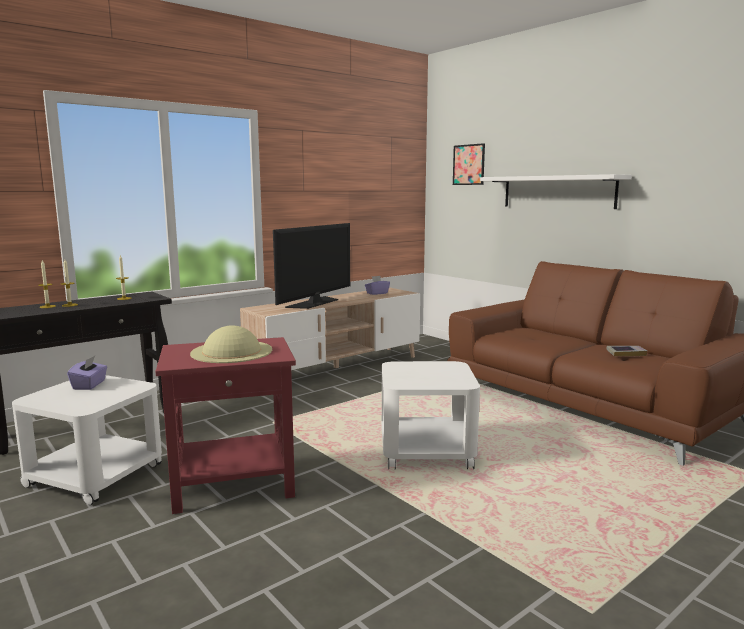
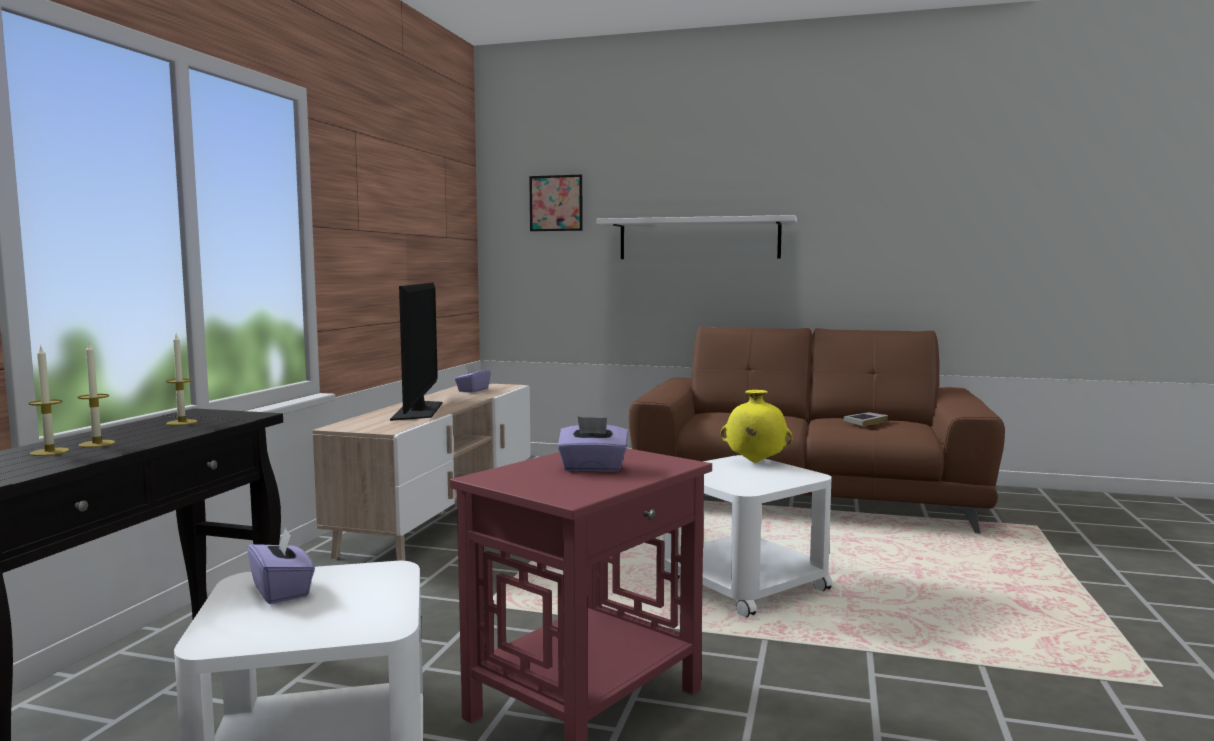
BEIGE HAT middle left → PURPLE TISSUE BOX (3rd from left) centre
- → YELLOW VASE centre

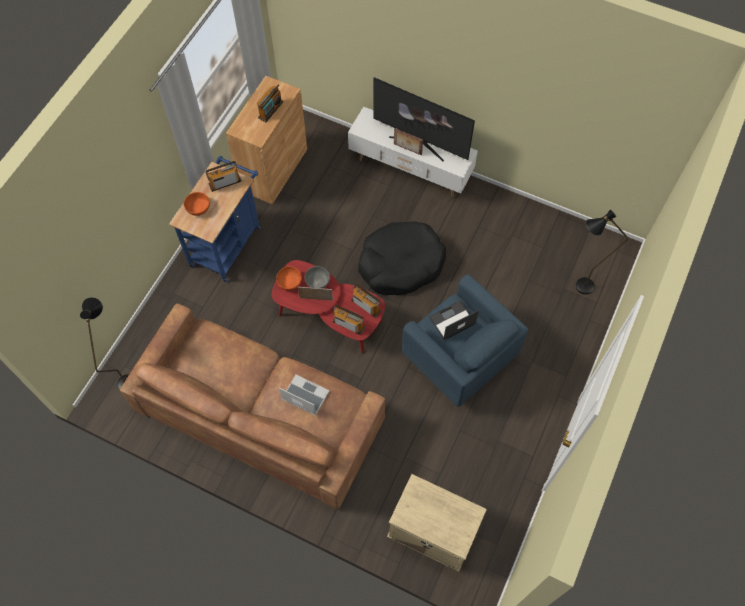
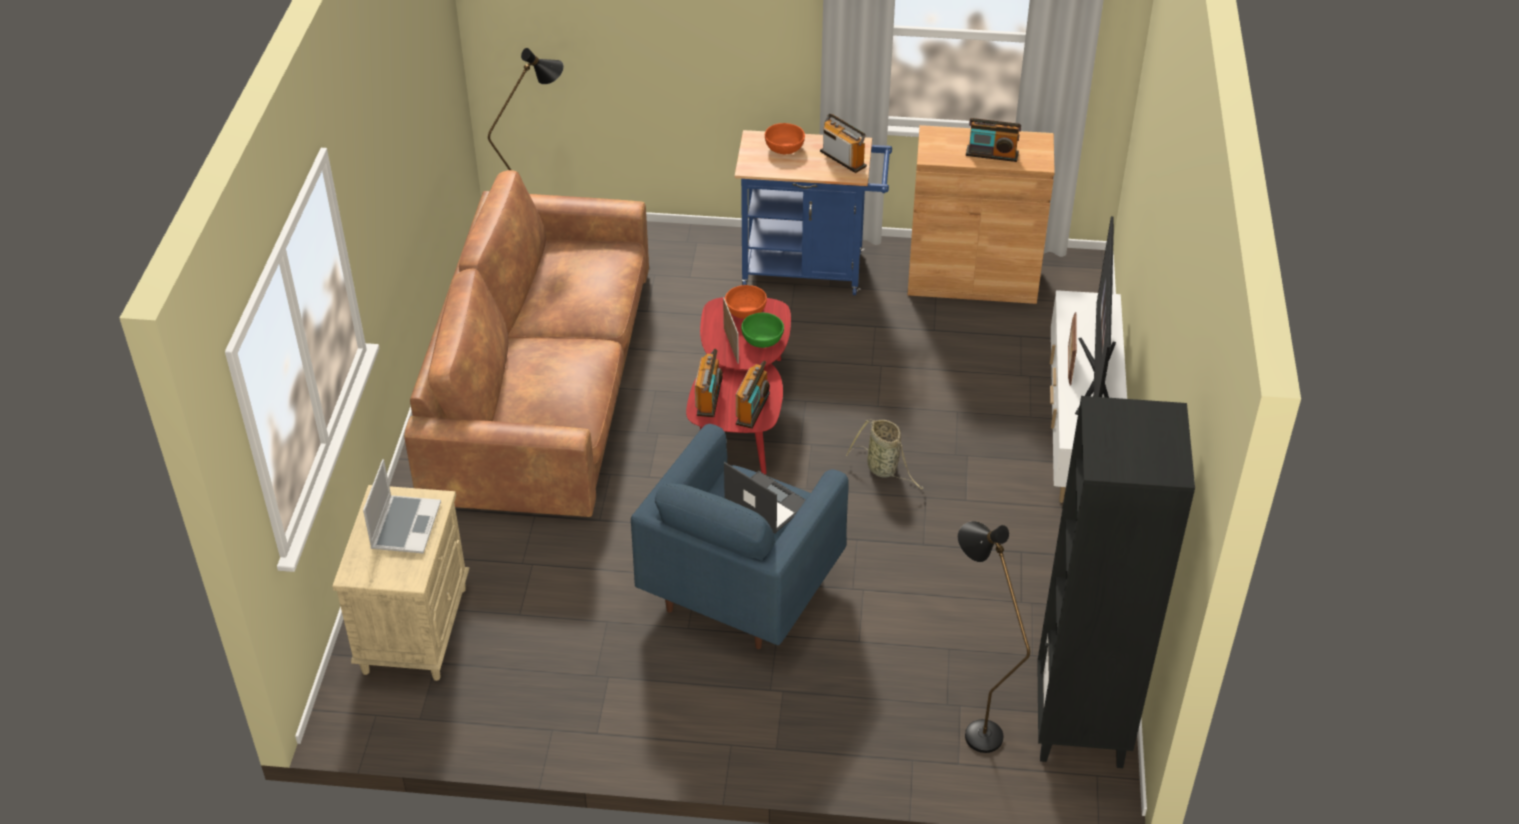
LAPTOP (1st from left) centre → LAPTOP (1st from left) middle left, move
GREY BOWL centre → GREEN BOWL centre
BLACK DOG BED centre → BASKET centre
- → BLACK BOOKCASE bottom right

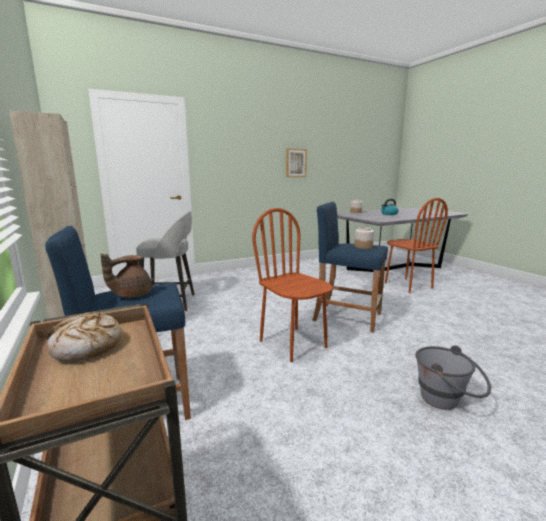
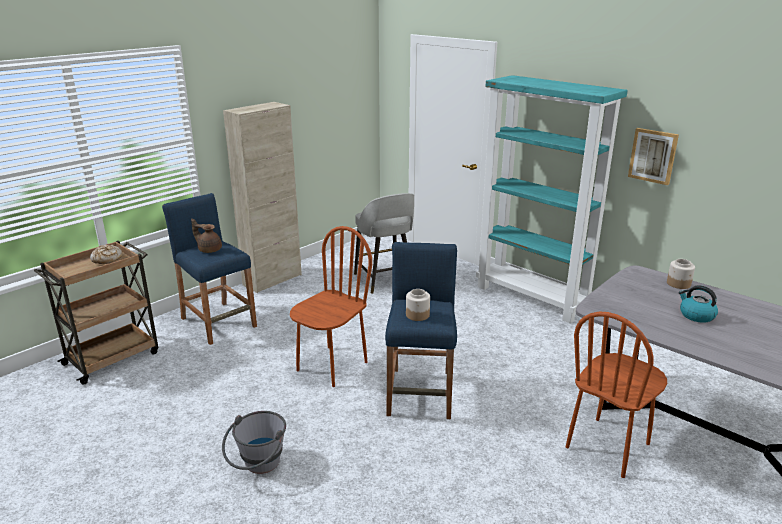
- → TURQUOISE BOOKCASE middle right

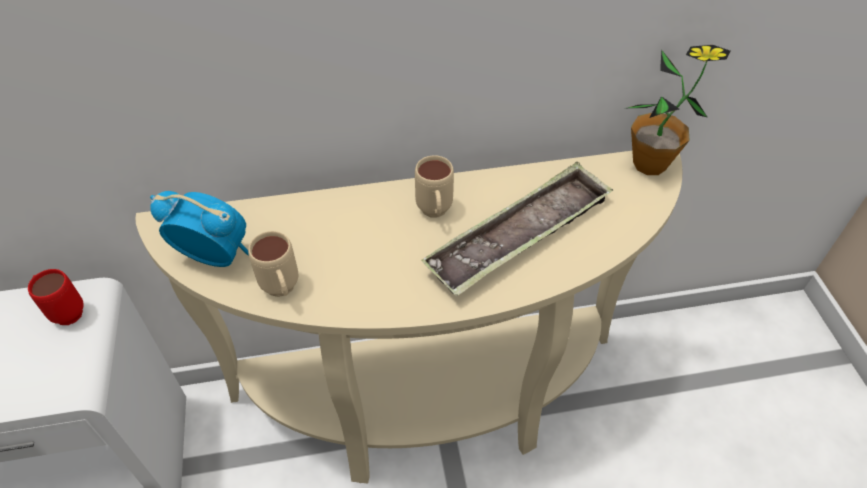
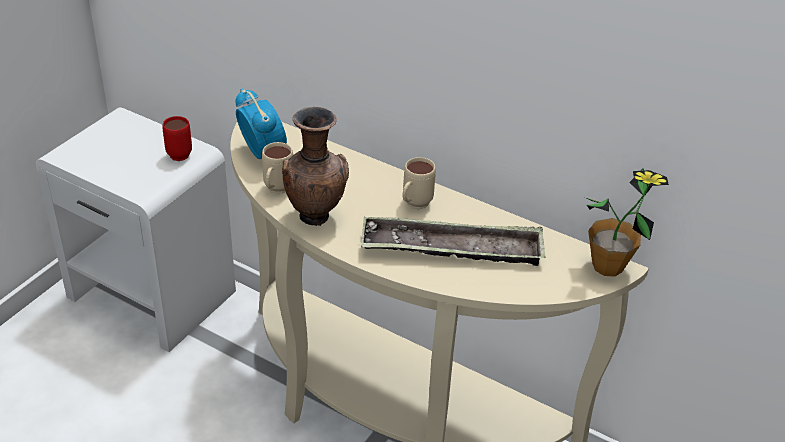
- → BROWN VASE centre

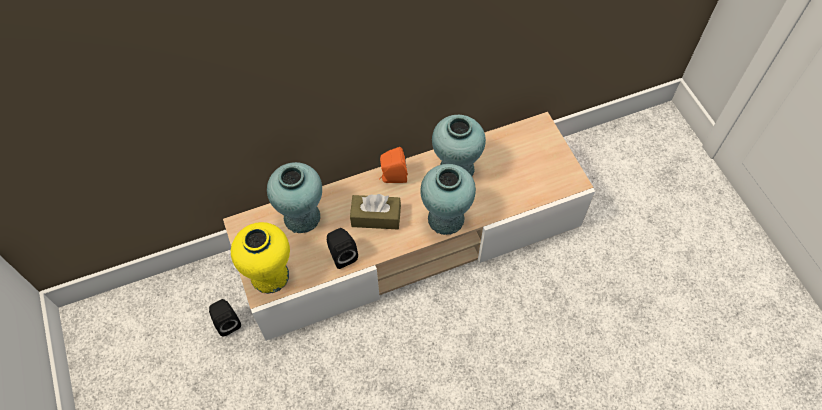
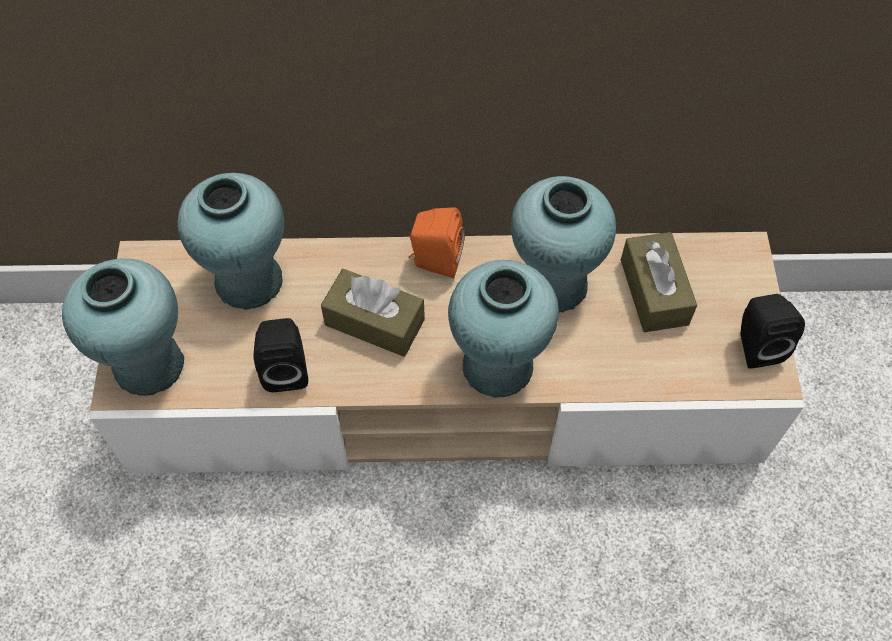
BLACK SPEAKER (1st from left in the first image) bottom left → BLACK SPEAKER (2nd from left) middle right, move
YELLOW VASE middle left → TURQUOISE VASE (1st from left) middle left
- → BROWN TISSUE BOX (2nd from left) middle right

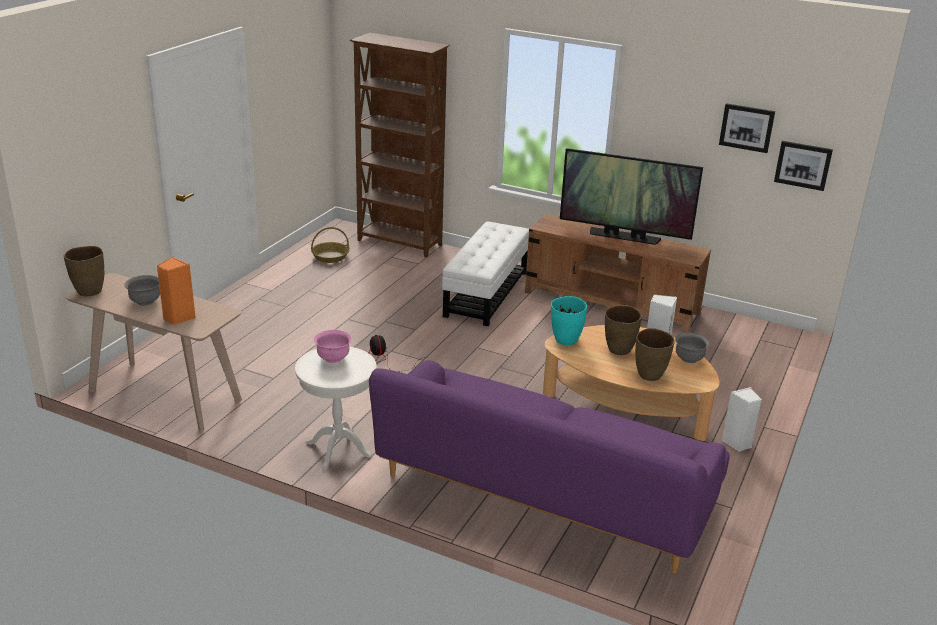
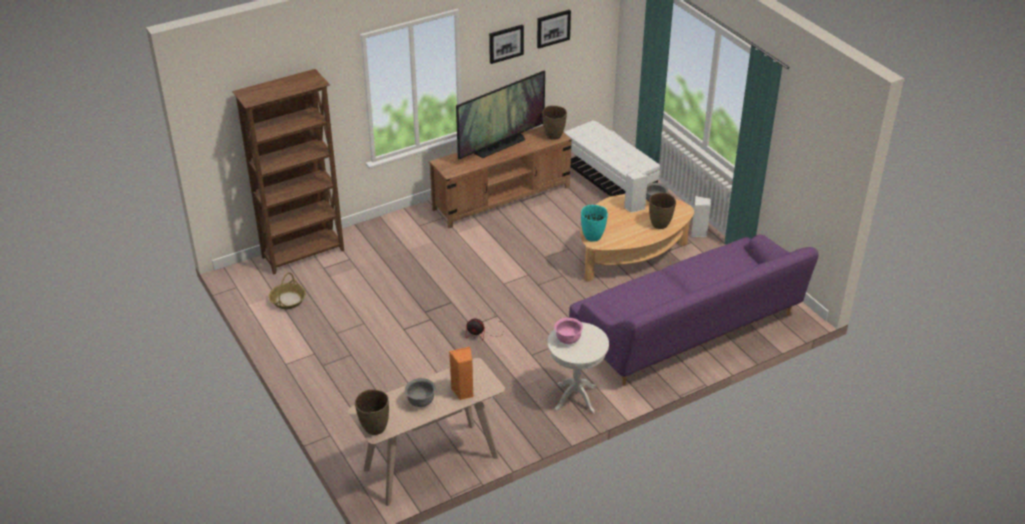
WHITE OTTOMAN centre → WHITE OTTOMAN top centre, move
BROWN VASE (2nd from left) centre → BROWN VASE (2nd from left) top centre, move
PICTURE (2nd from left in the first image) top right → PICTURE (1st from left) top centre, move

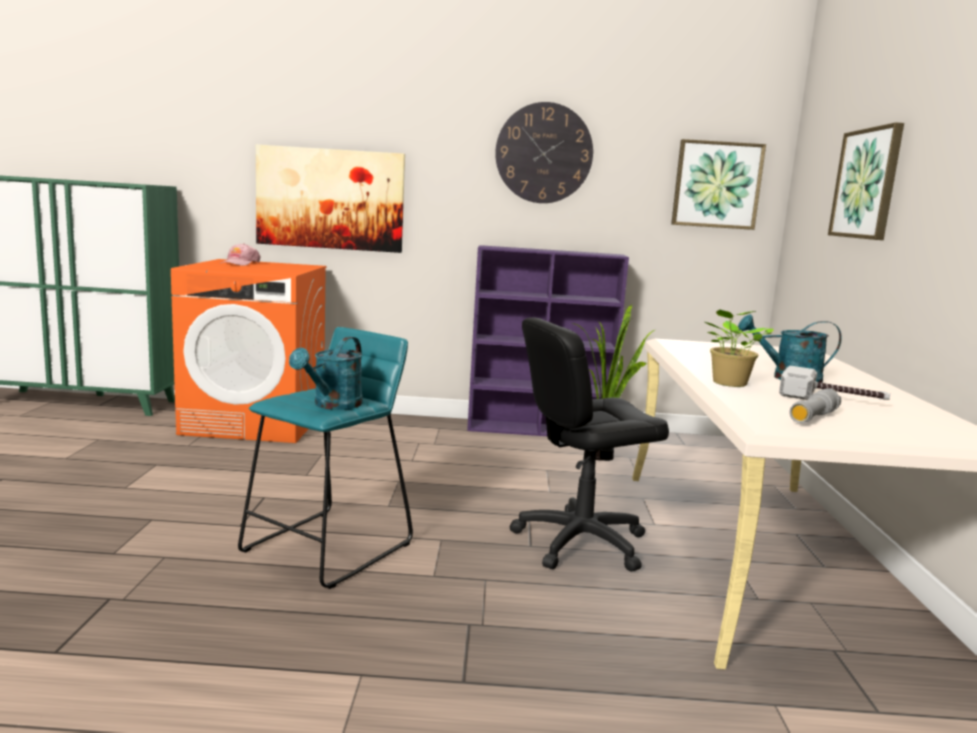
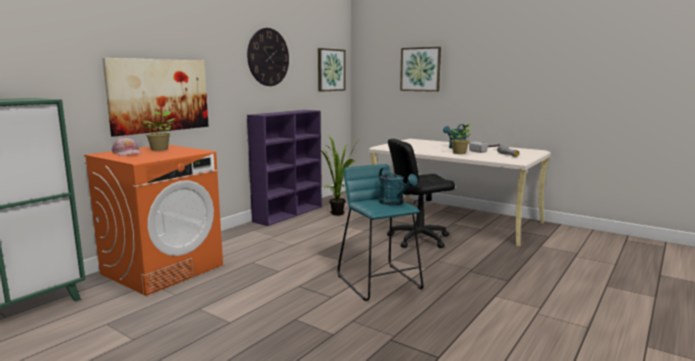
BLACK OFFICE CHAIR centre, 60 degrees clockwise
- → POTTED PLANT (1st from left) middle left

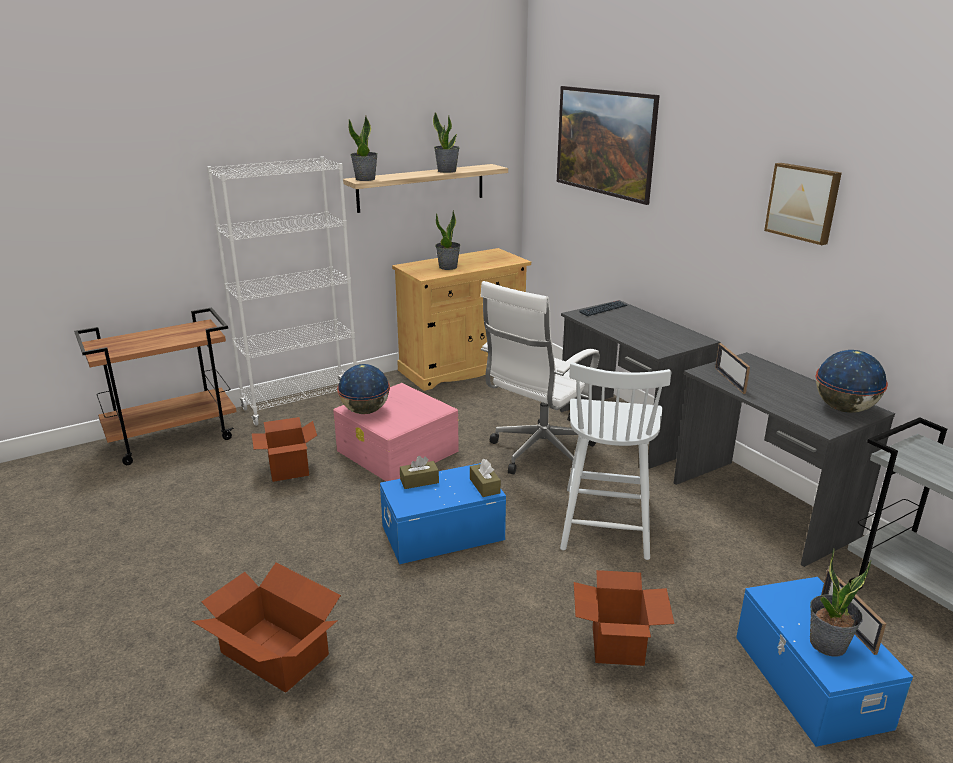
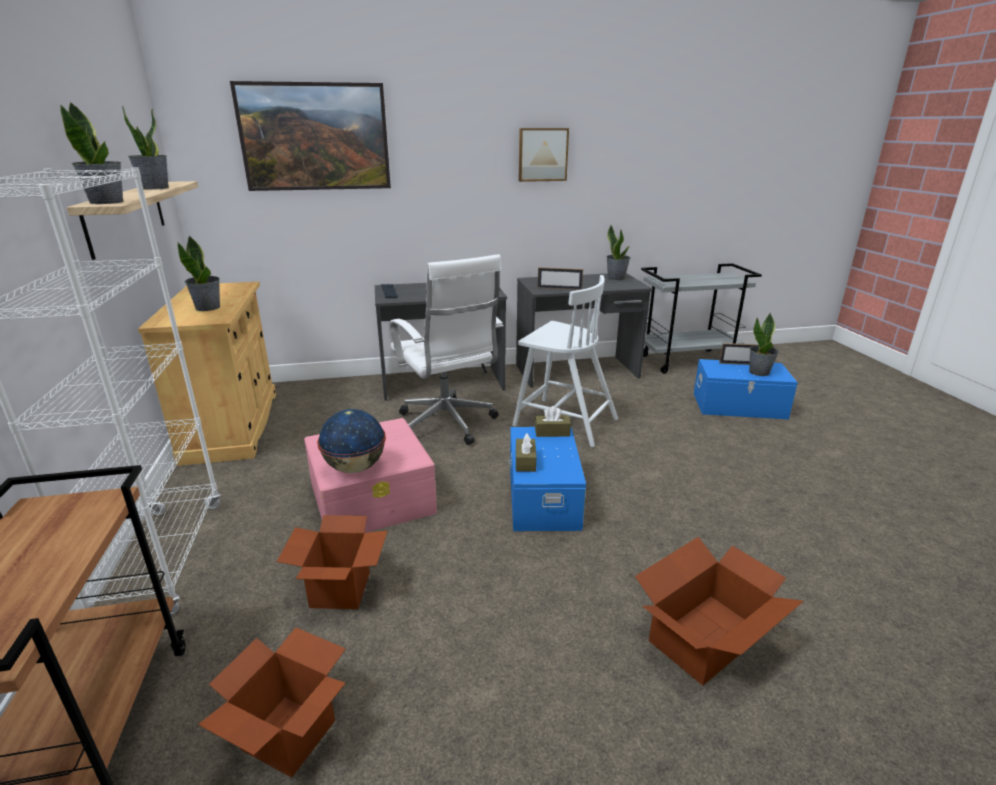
CARDBOARD BOX (3rd from left in the first image) bottom centre → CARDBOARD BOX (1st from left) bottom left, move
GLOBE (2nd from left) middle right → POTTED PLANT (4th from left) top centre

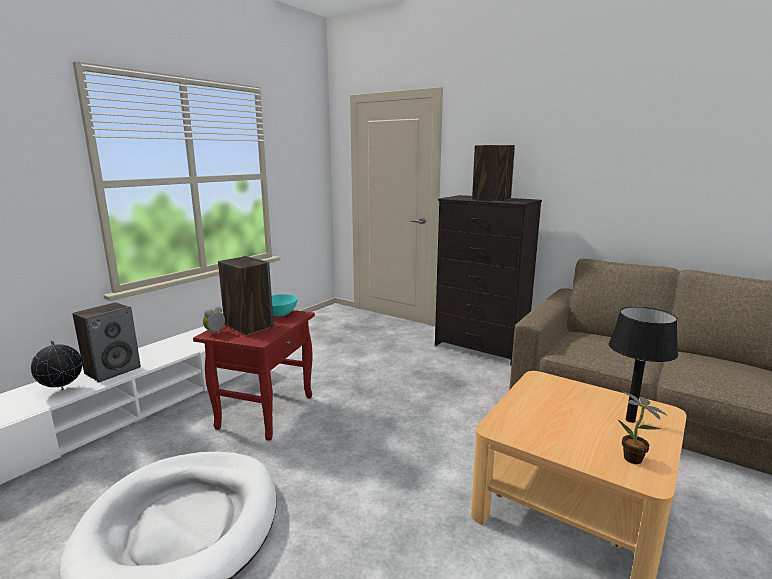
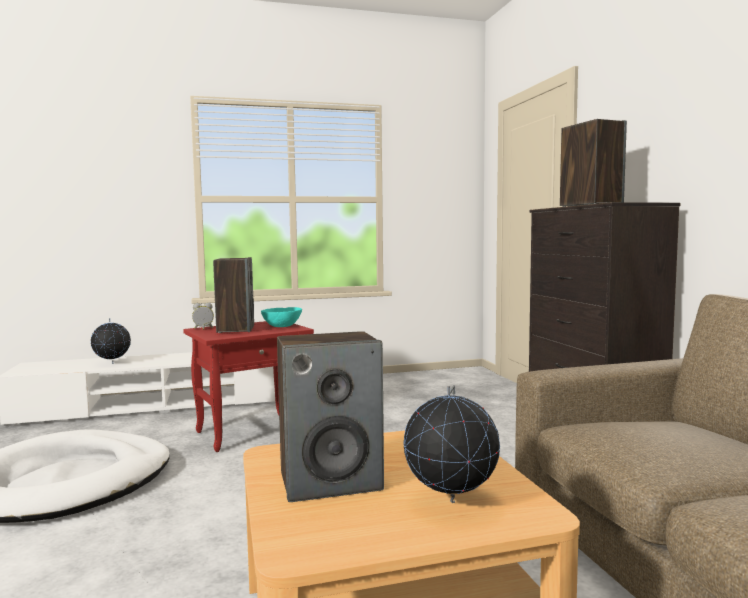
SPEAKER (1st from left in the first image) middle left → SPEAKER (2nd from left) bottom centre, move
BLACK TABLE LAMP middle right → GLOBE (2nd from left) bottom centre
POTTED PLANT bottom right → -

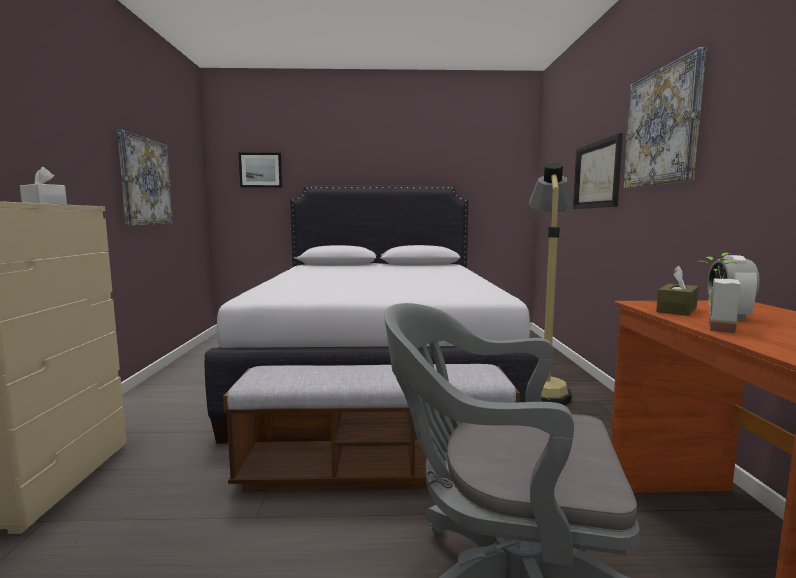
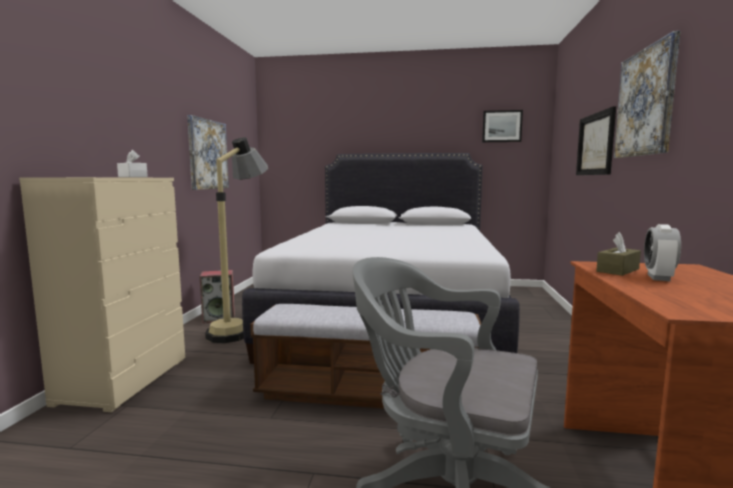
PICTURE (2nd from left) top left → PICTURE (2nd from left) top right, move
FLOOR LAMP middle right → FLOOR LAMP middle left, move
POTTED PLANT middle right → -
- → SPEAKER middle left

